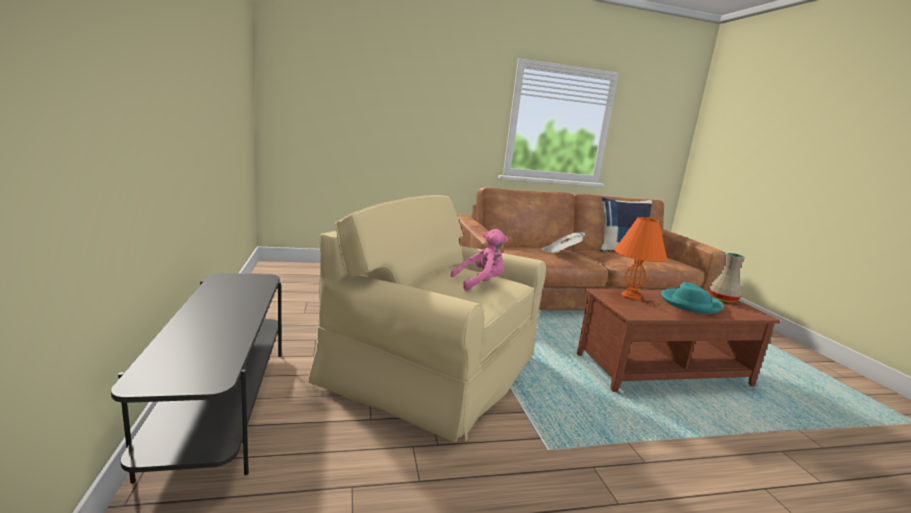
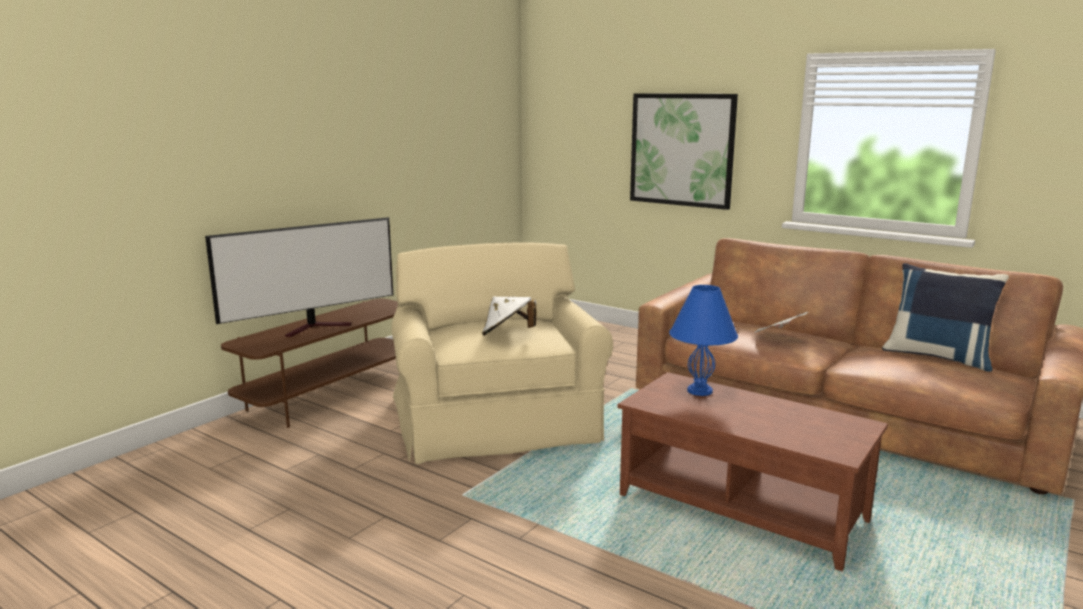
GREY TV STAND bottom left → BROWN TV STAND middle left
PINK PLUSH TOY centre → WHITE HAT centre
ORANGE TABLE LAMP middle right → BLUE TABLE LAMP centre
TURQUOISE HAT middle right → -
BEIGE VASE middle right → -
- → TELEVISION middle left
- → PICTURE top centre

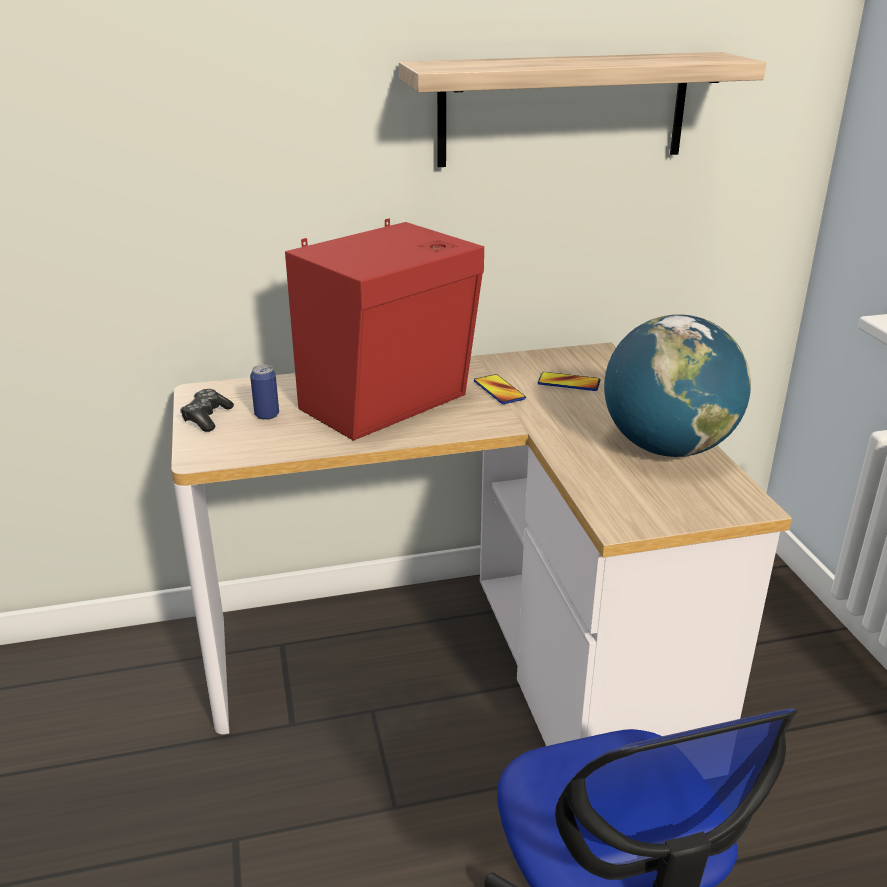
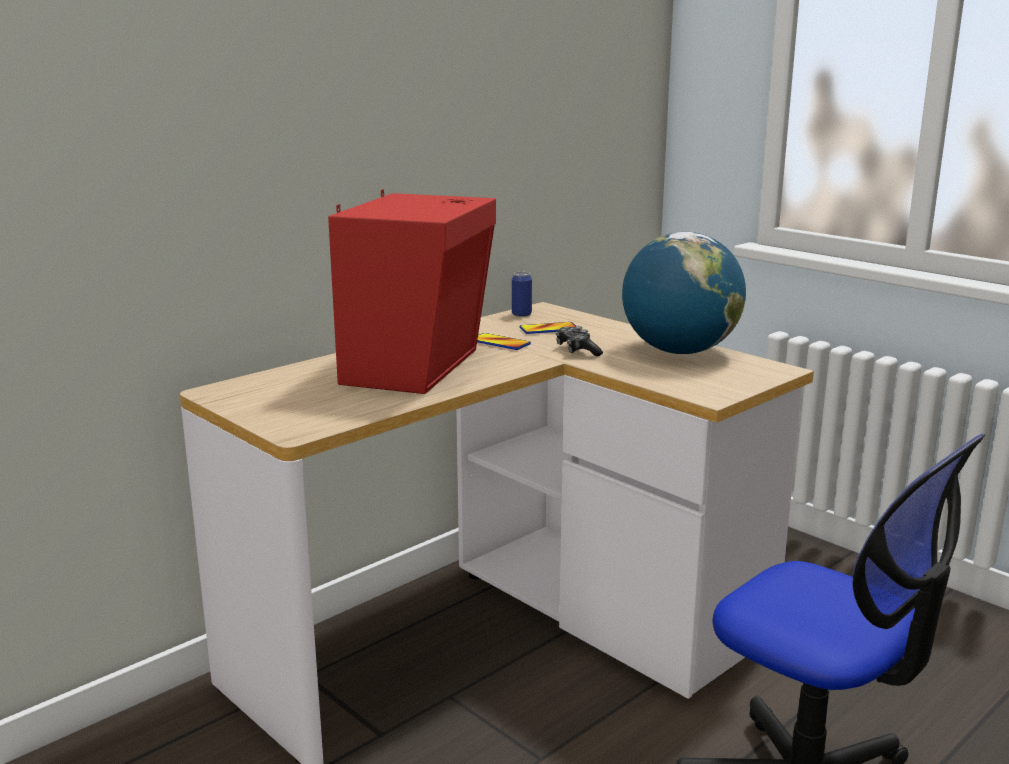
GAME CONTROLLER middle left → GAME CONTROLLER centre, move
CAN middle left → CAN centre, move
SHELF top centre → -

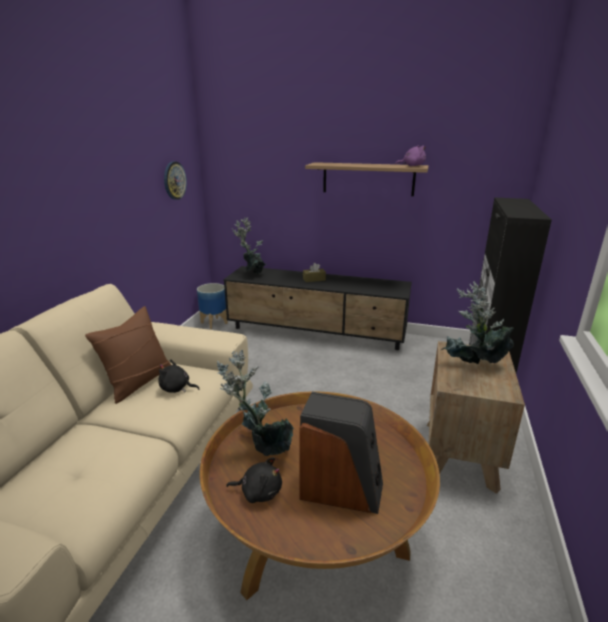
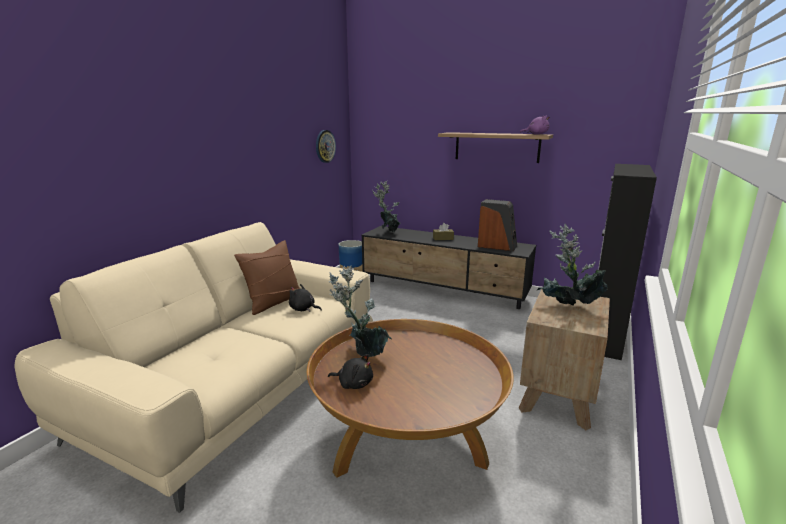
SPEAKER bottom centre → SPEAKER centre, move

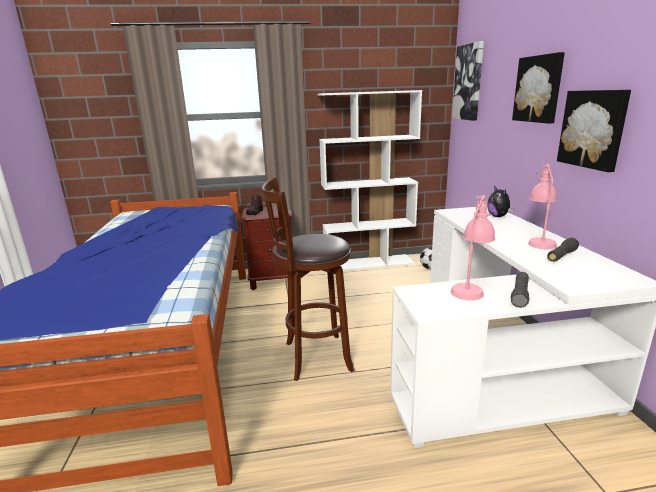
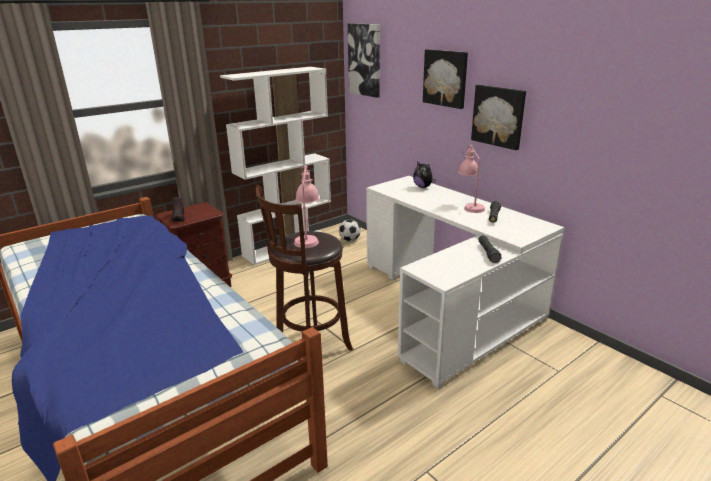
PINK TABLE LAMP (1st from left) middle right → PINK TABLE LAMP (1st from left) centre, move

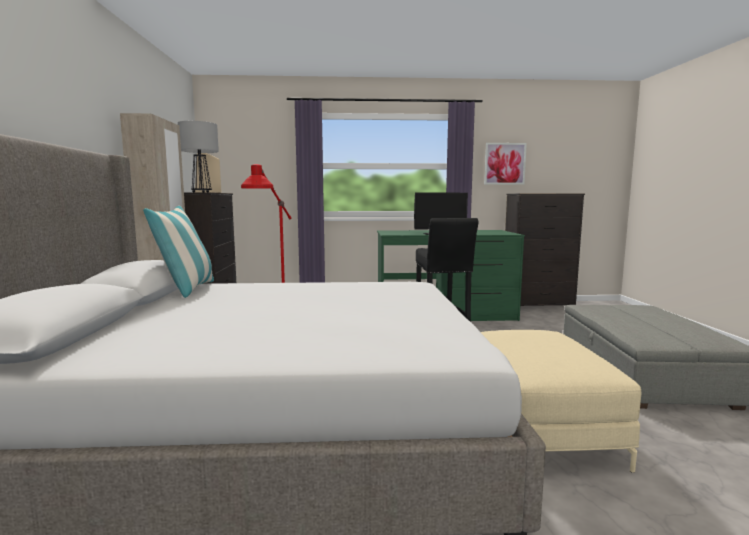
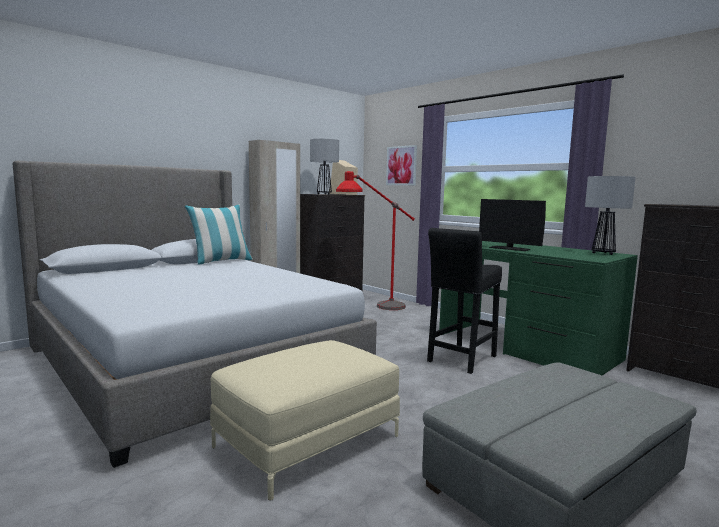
PICTURE top right → PICTURE top centre, move
- → TABLE LAMP (2nd from left) middle right

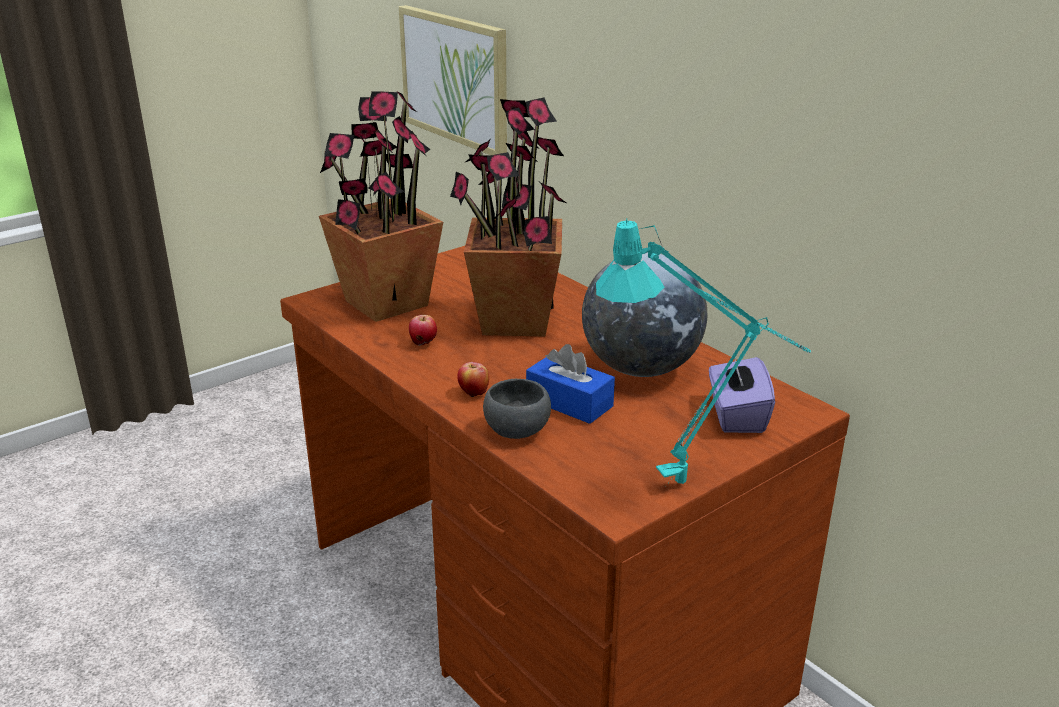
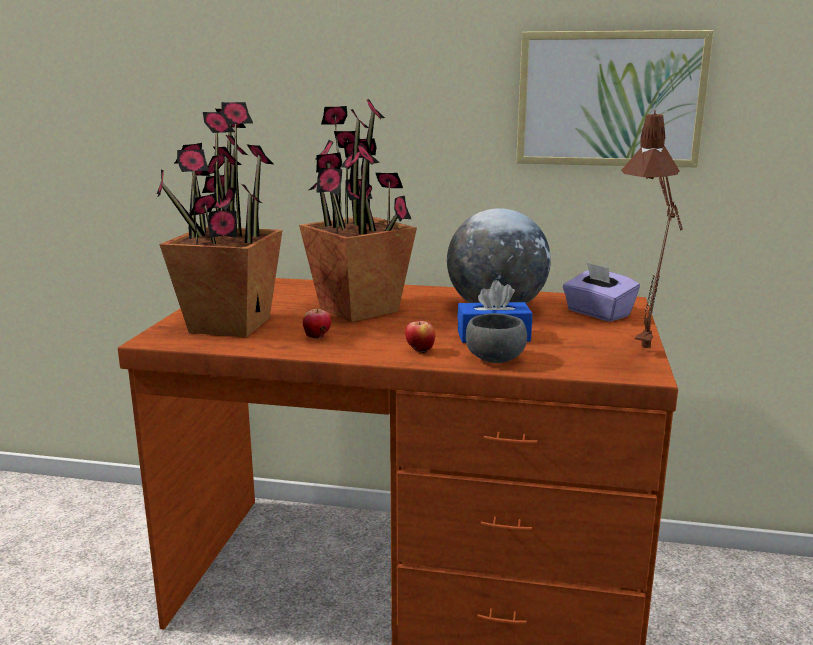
PICTURE top centre → PICTURE top right, move
TURQUOISE TABLE LAMP centre → BROWN TABLE LAMP middle right

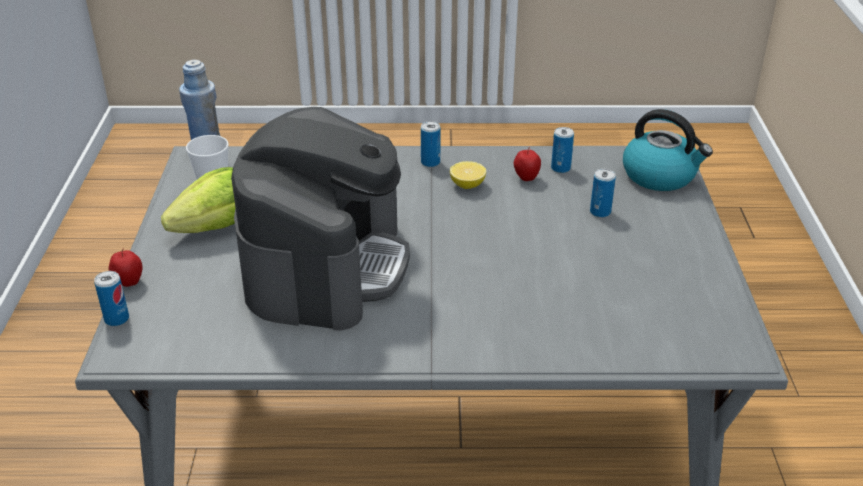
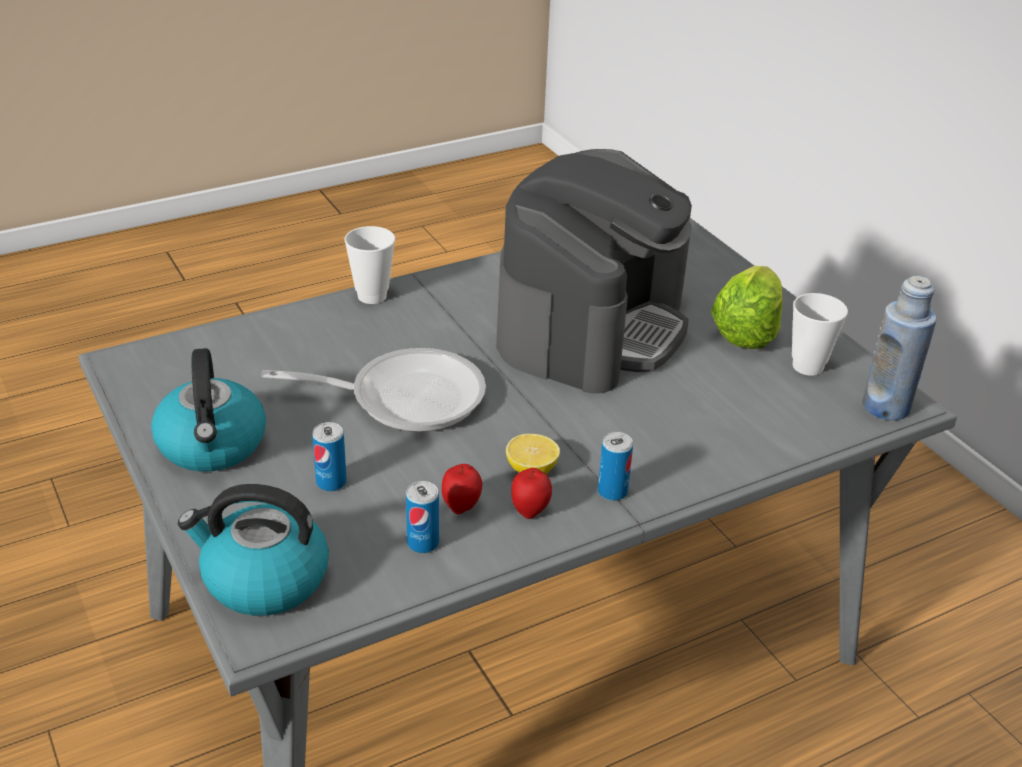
CAN (1st from left) middle left → -
APPLE (1st from left in the first image) middle left → APPLE (2nd from left) centre, move
COFFEE MACHINE centre, 135 degrees counterclockwise
- → KETTLE (1st from left) middle left
- → FRYING PAN centre
- → CUP (1st from left) centre

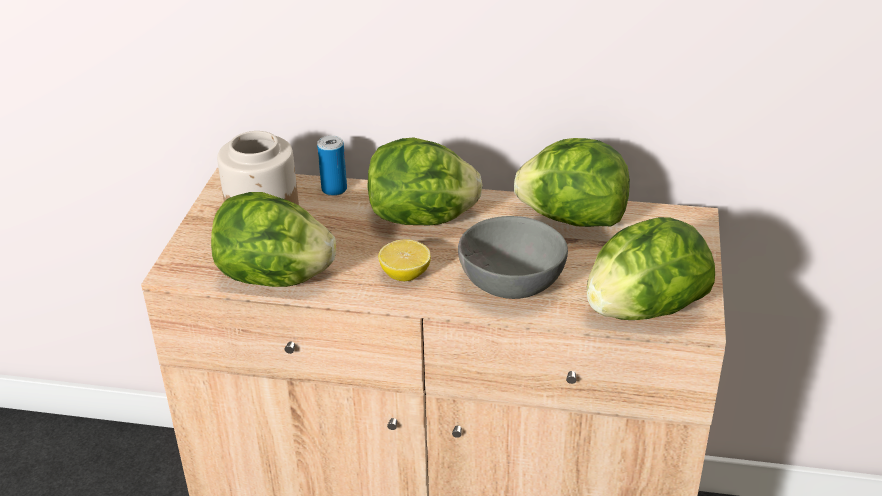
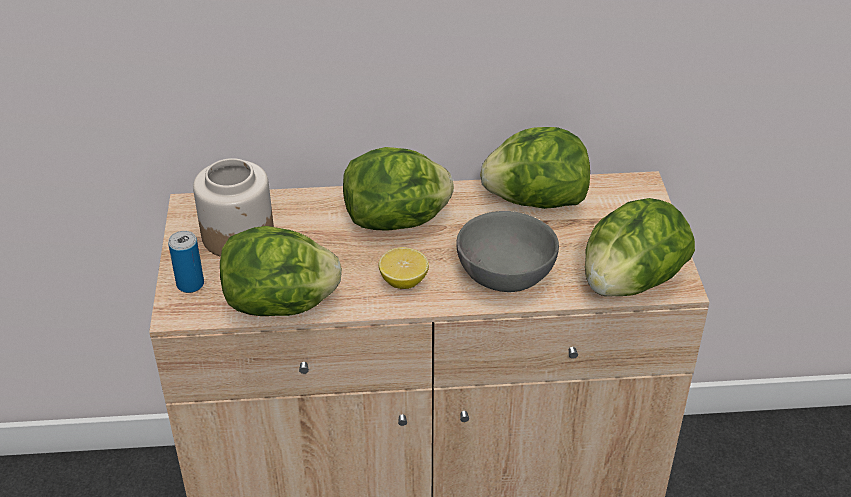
CAN top centre → CAN middle left, move

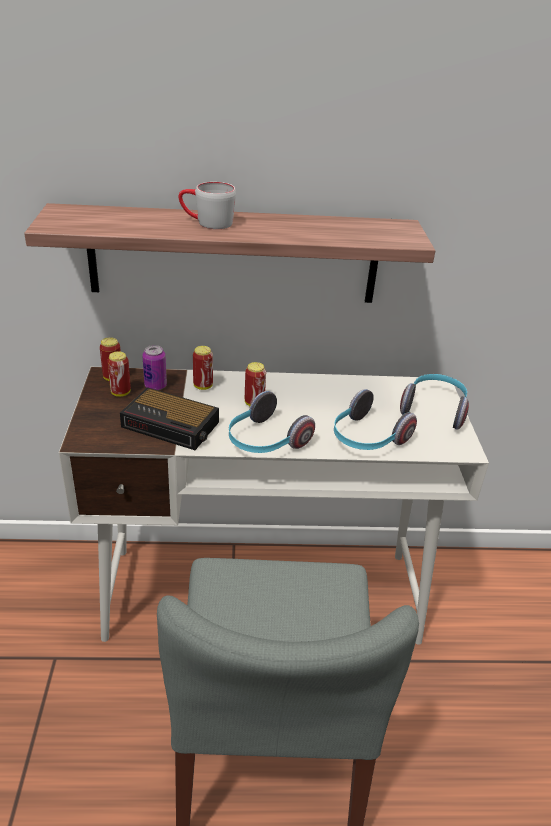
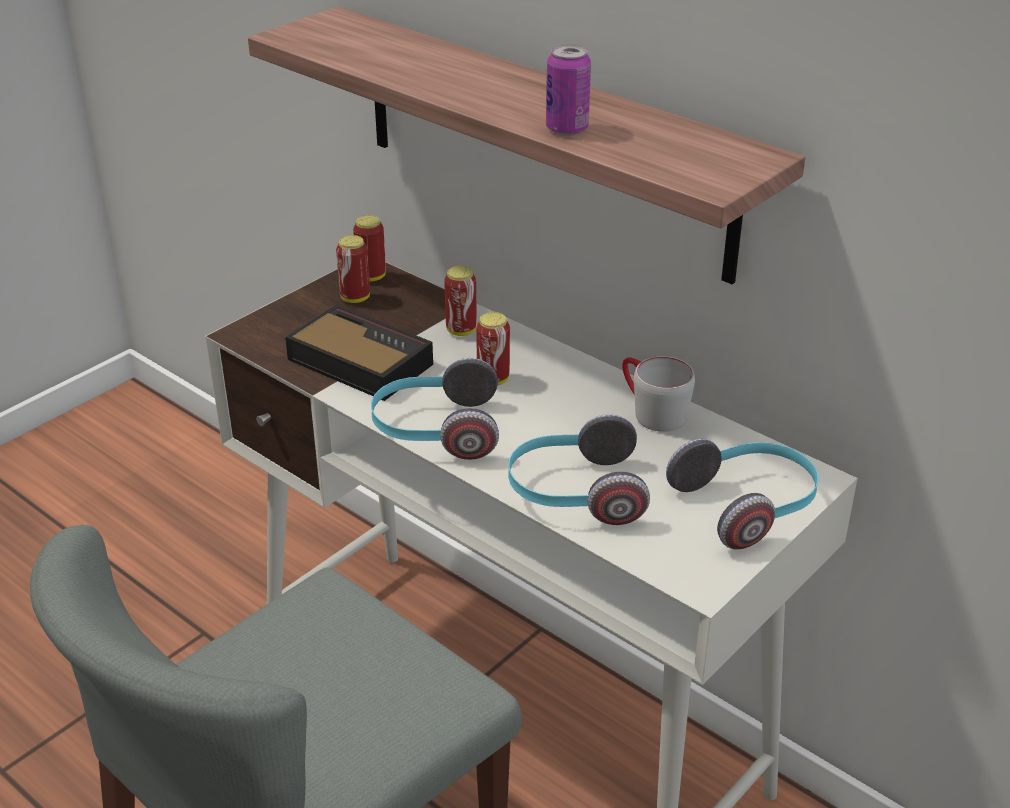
ALARM CLOCK middle left → ALARM CLOCK centre, 150 degrees clockwise
CAN (3rd from left in the first image) middle left → CAN (5th from left) top centre, move
GREY MUG top centre → GREY MUG centre, move

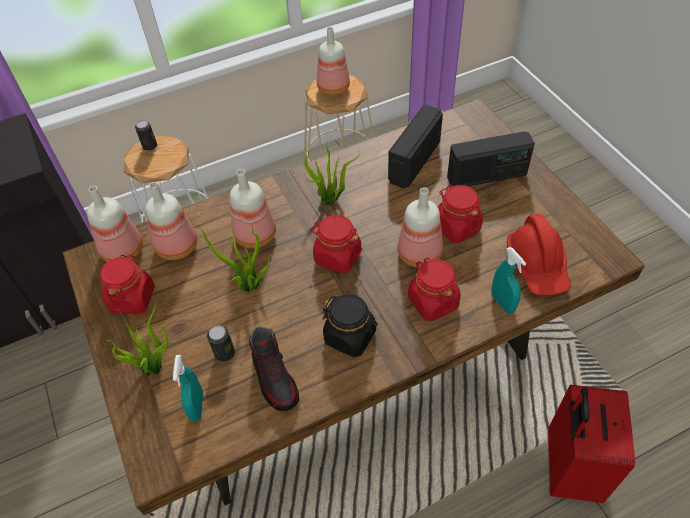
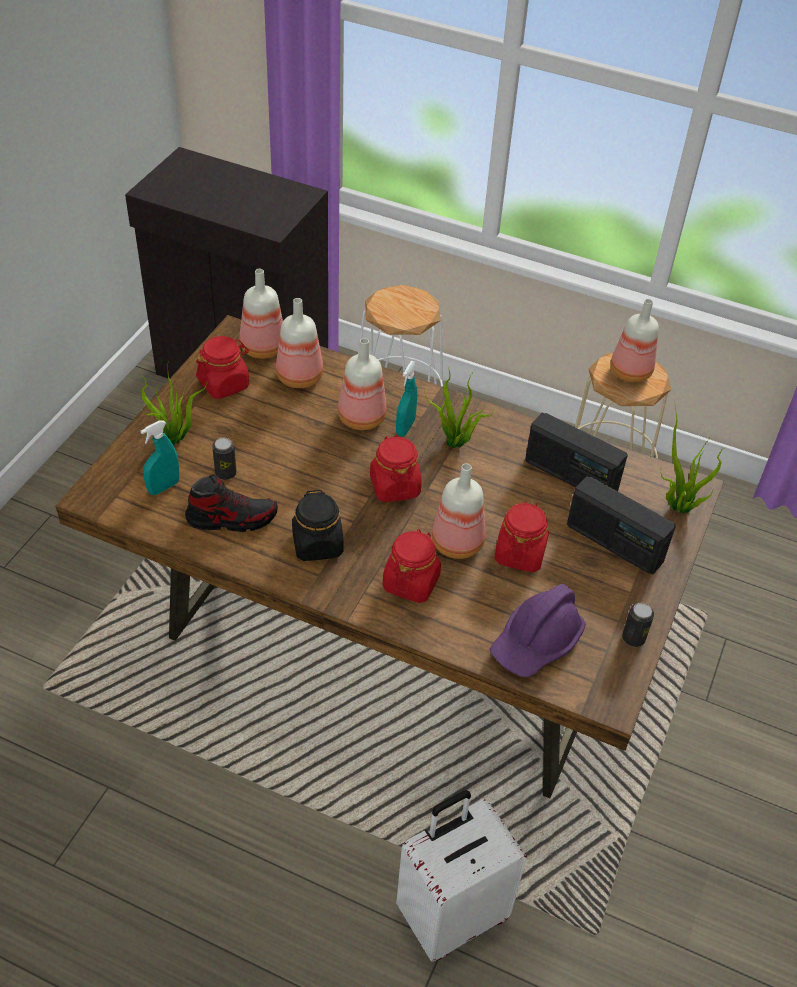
CAN (1st from left in the first image) top left → CAN (2nd from left) middle right, move
POTTED PLANT (2nd from left in the first image) centre → POTTED PLANT (3rd from left) middle right, move
SHOE bottom centre → SHOE middle left, 120 degrees counterclockwise
RADIO (1st from left) top centre → RADIO (1st from left) middle right, 135 degrees counterclockwise
TURQUOISE SPRAY BOTTLE (2nd from left) middle right → TURQUOISE SPRAY BOTTLE (2nd from left) centre, move
RED HARD HAT middle right → PURPLE HARD HAT middle right
RED SUITCASE bottom right → WHITE SUITCASE bottom centre

